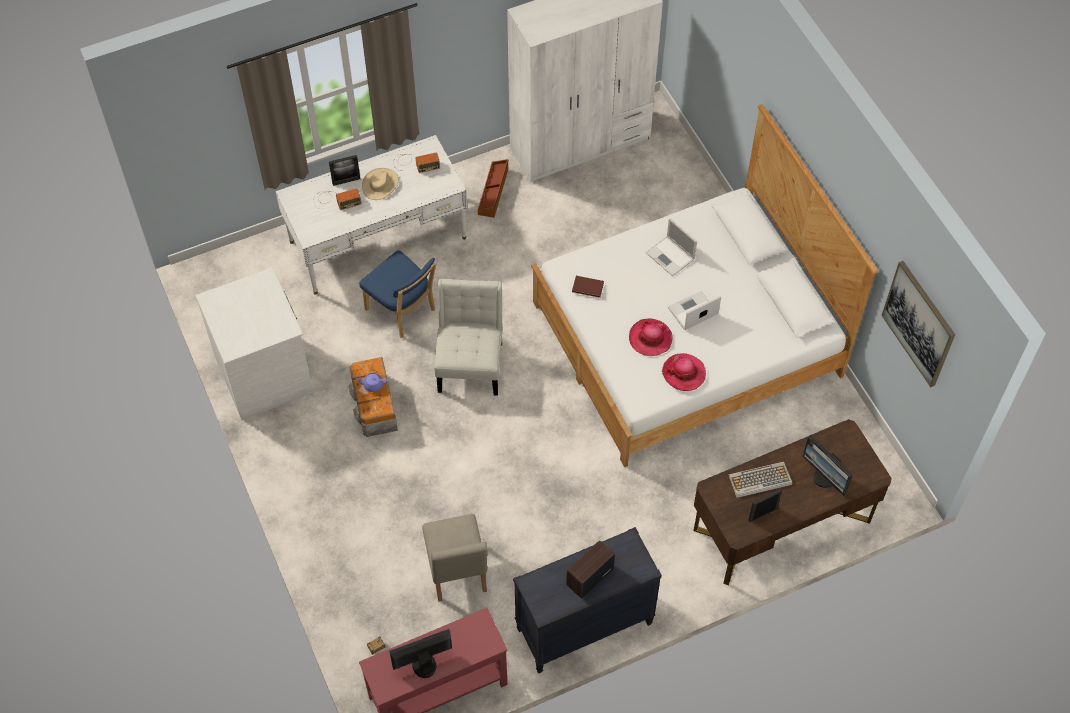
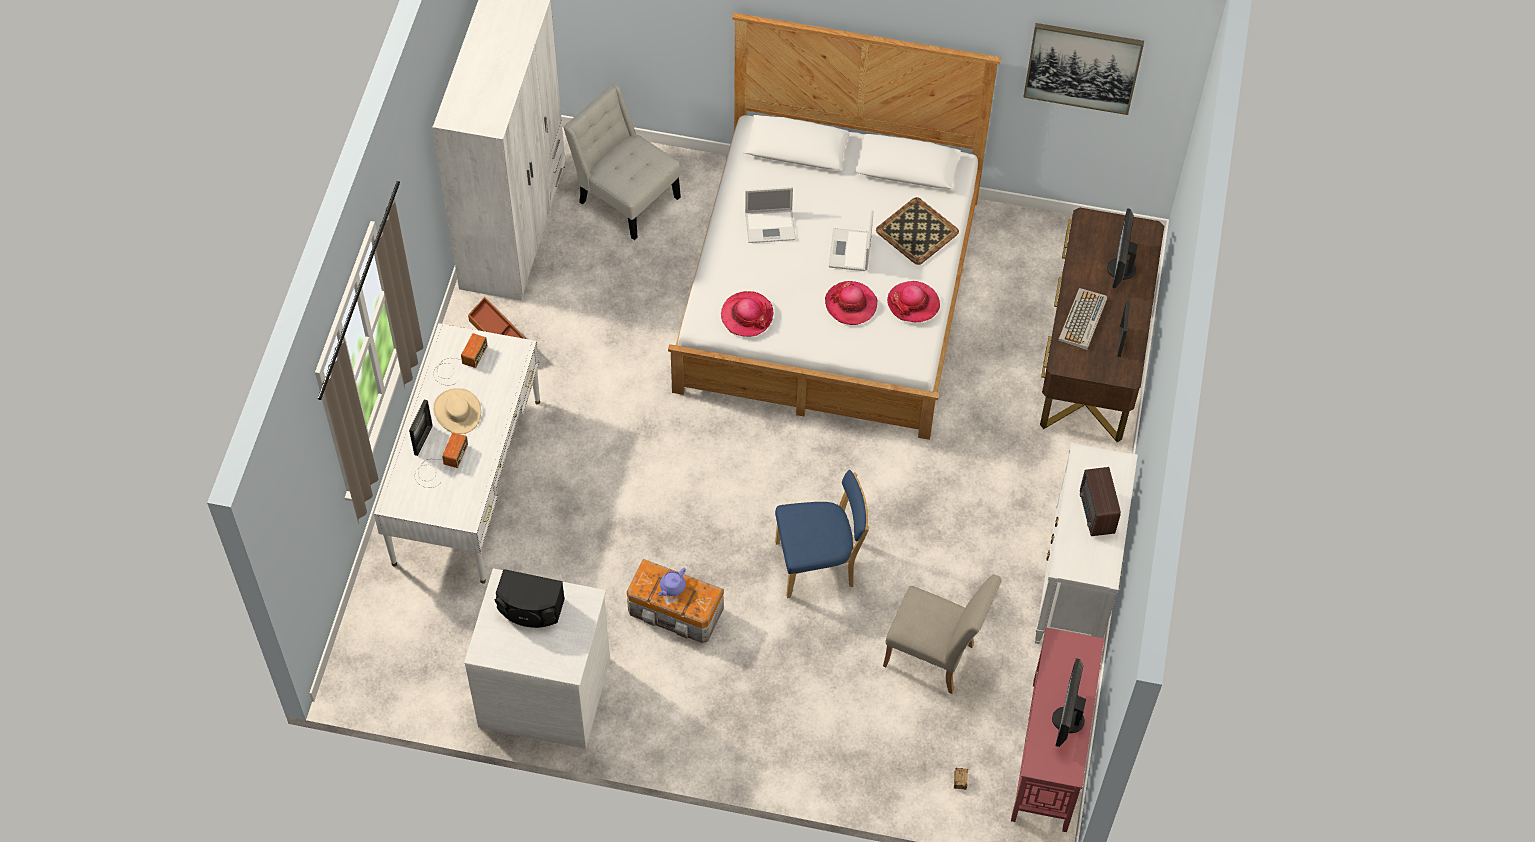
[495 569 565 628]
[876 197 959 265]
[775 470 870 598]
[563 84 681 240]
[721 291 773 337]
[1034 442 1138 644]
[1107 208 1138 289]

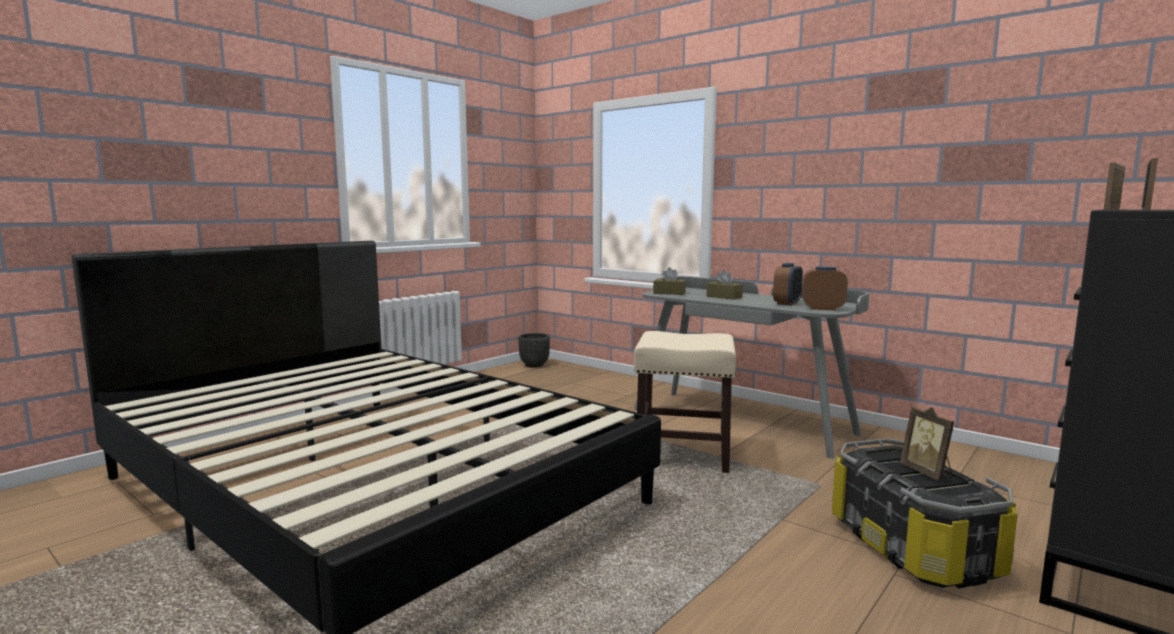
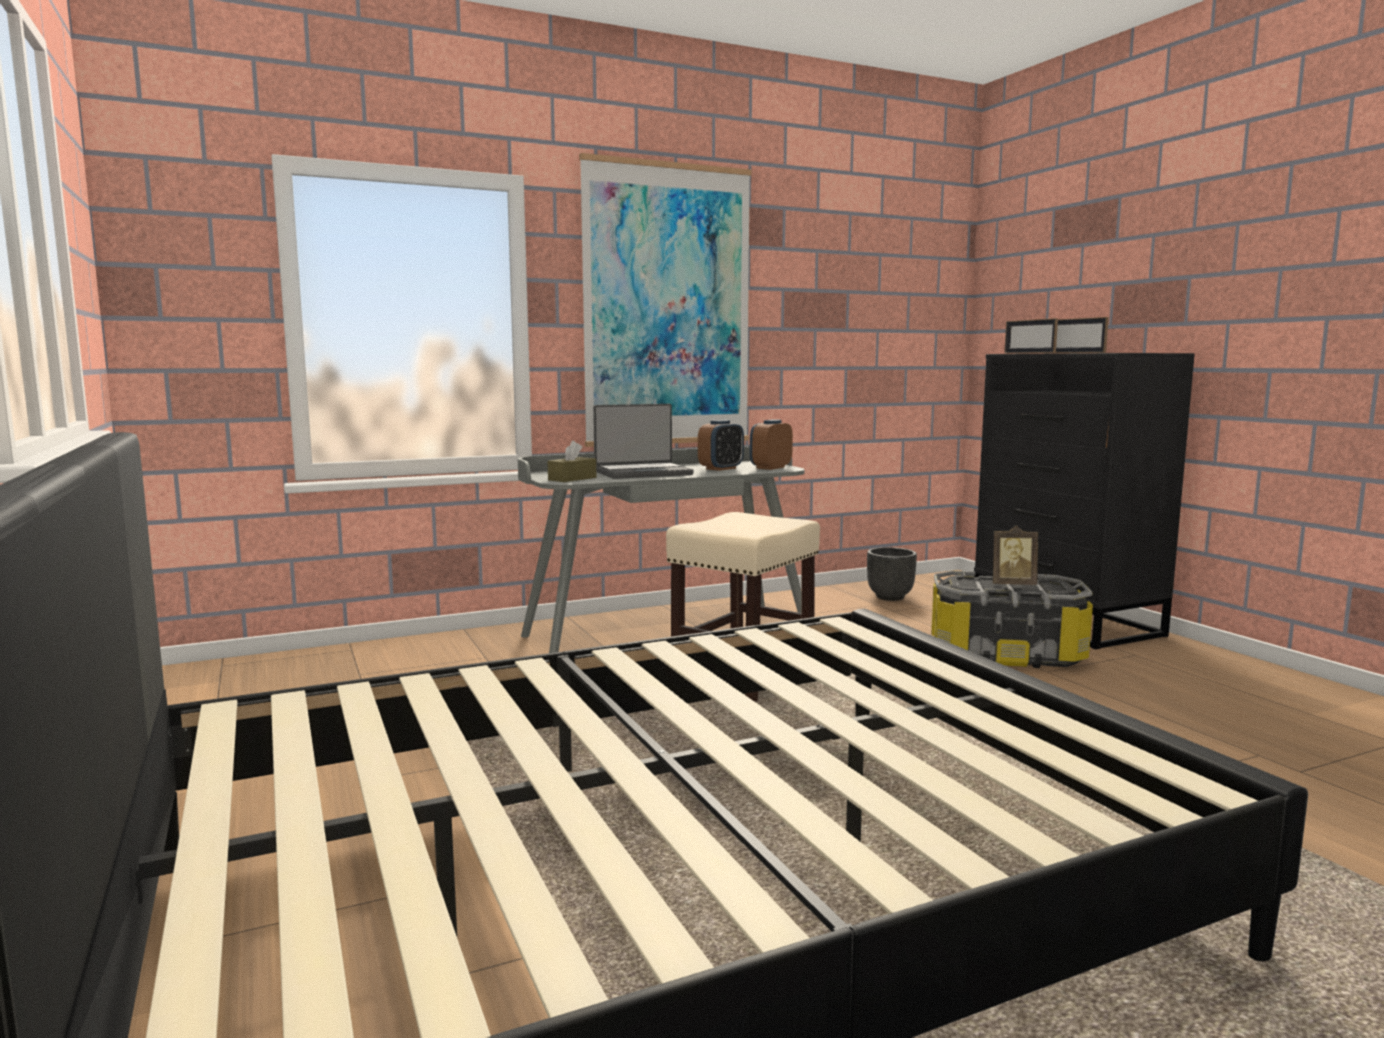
[579 153 751 447]
[867 547 917 601]
[593 404 694 479]
[698 420 744 471]

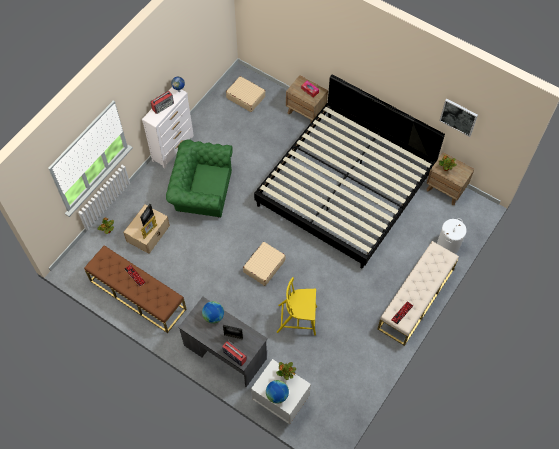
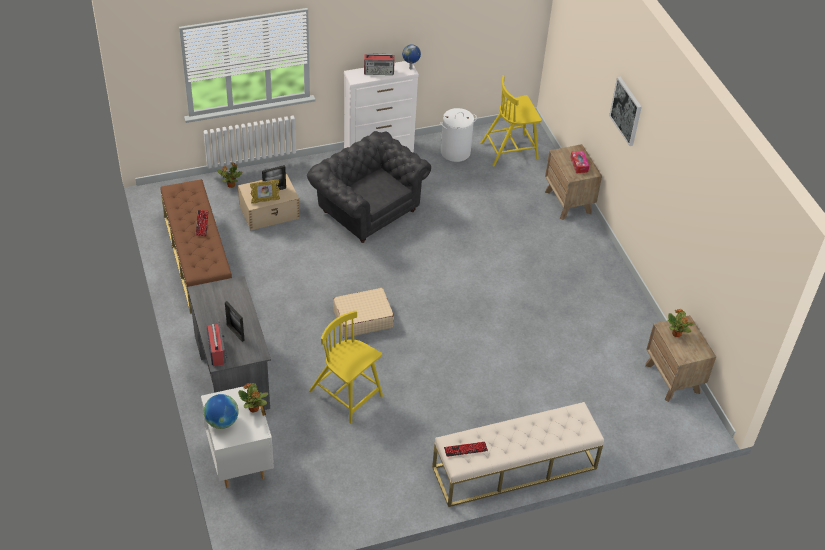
[202 301 224 324] (first image)
[254 74 445 269] (first image)
[440 108 477 162]
[609 77 642 146]
[481 75 542 167]
[307 131 431 243]

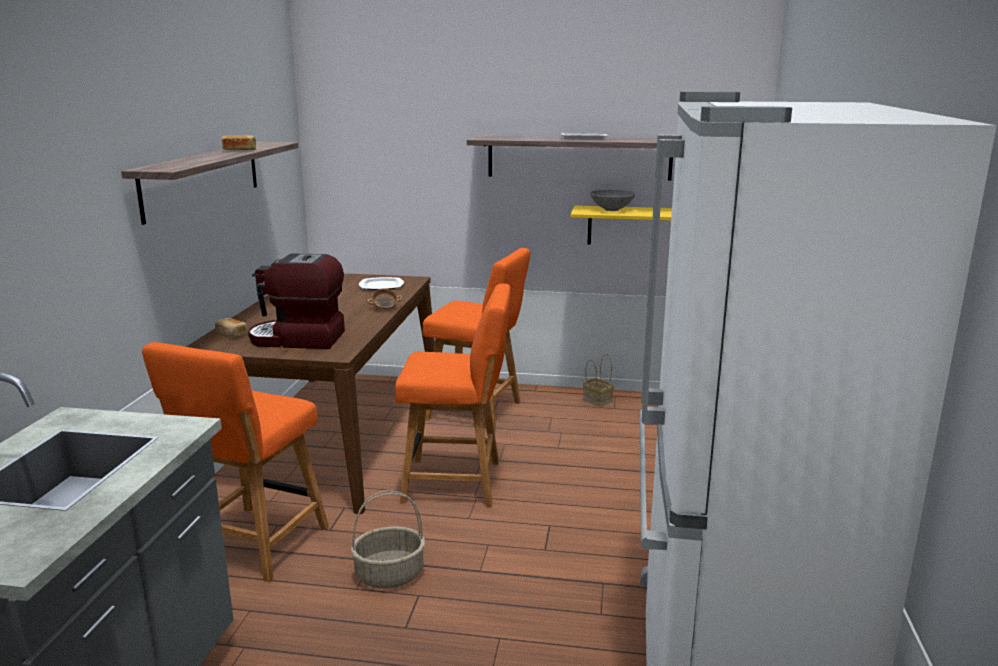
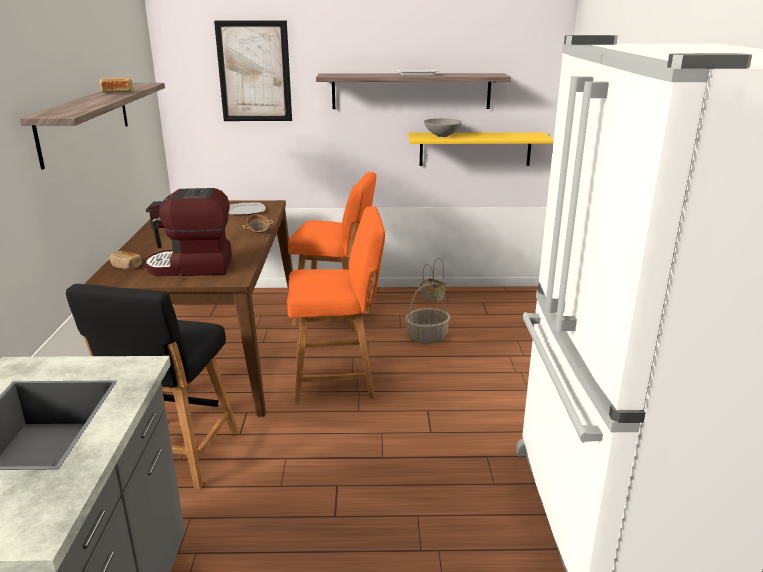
[214 20 292 121]
[405 282 450 344]
[66 284 238 489]

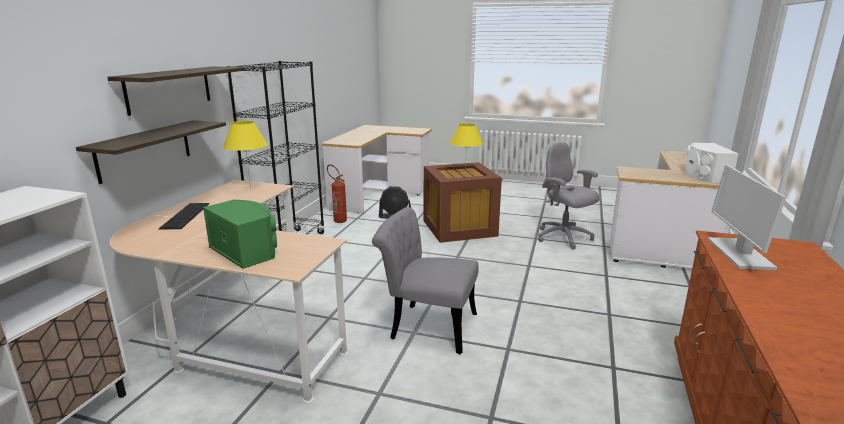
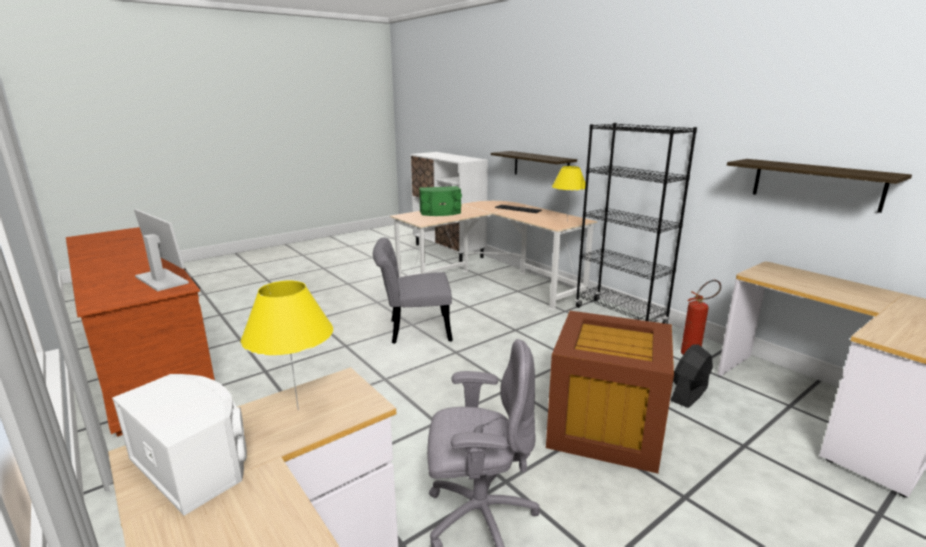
[727 159 912 213]
[241 281 333 411]
[373 237 453 344]

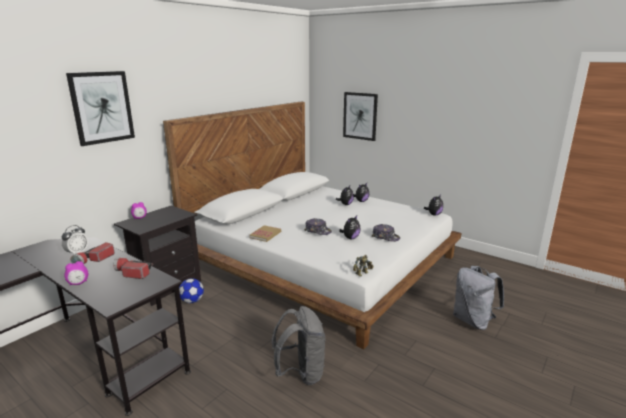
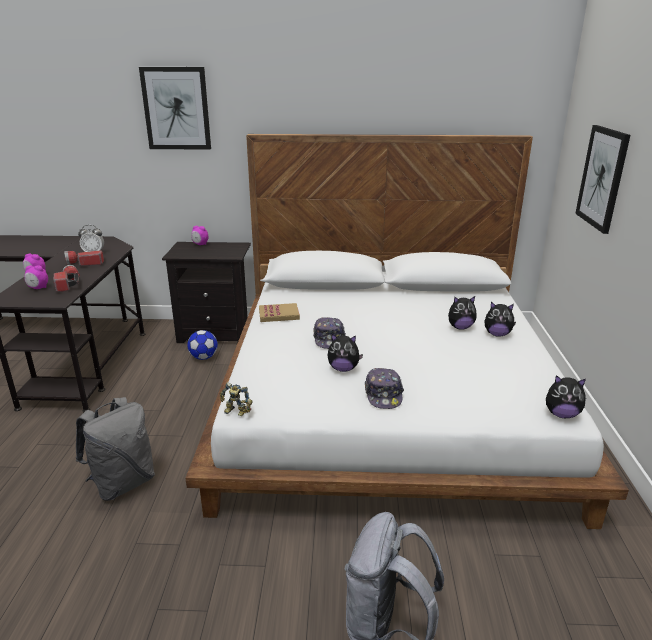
[24 265 48 289]

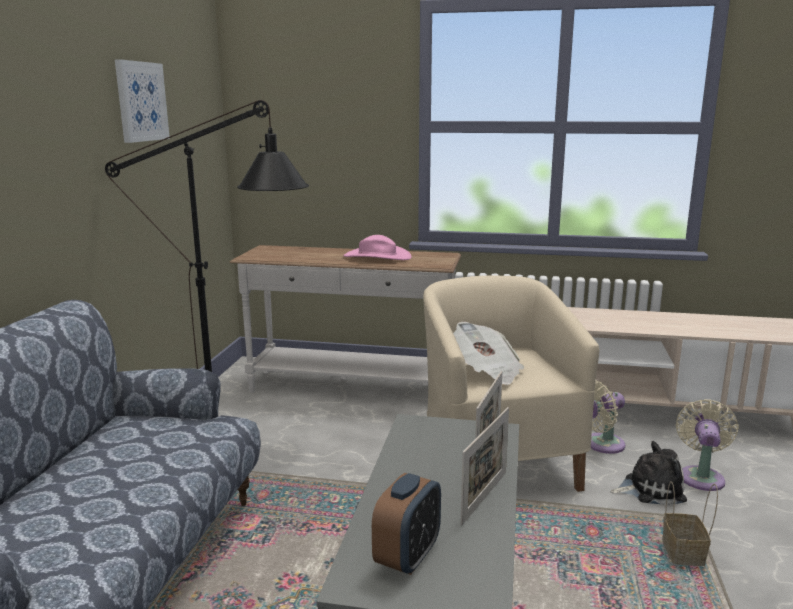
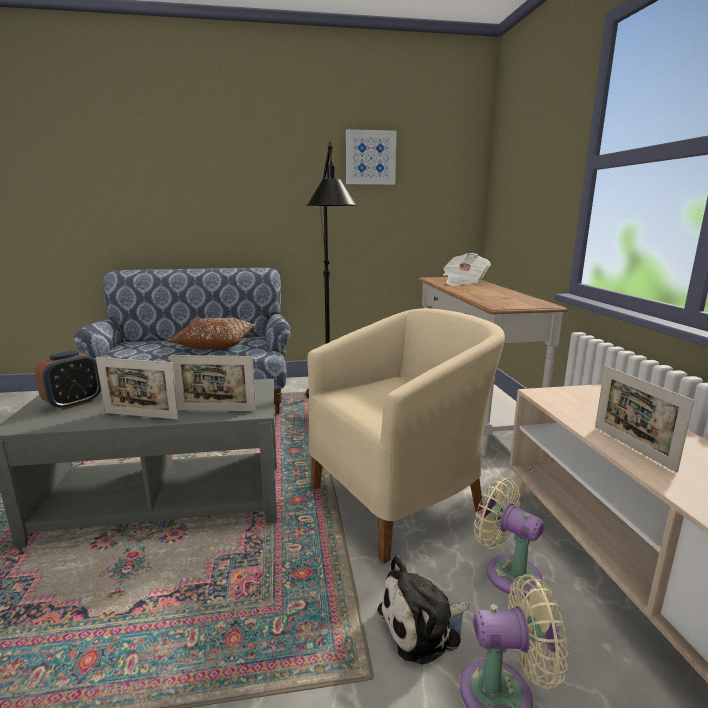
[343 235 412 260] (first image)
[662 481 718 566] (first image)
[167 318 256 349]
[595 366 694 473]
[443 253 491 285]
[35 350 101 410]
[377 555 469 664]

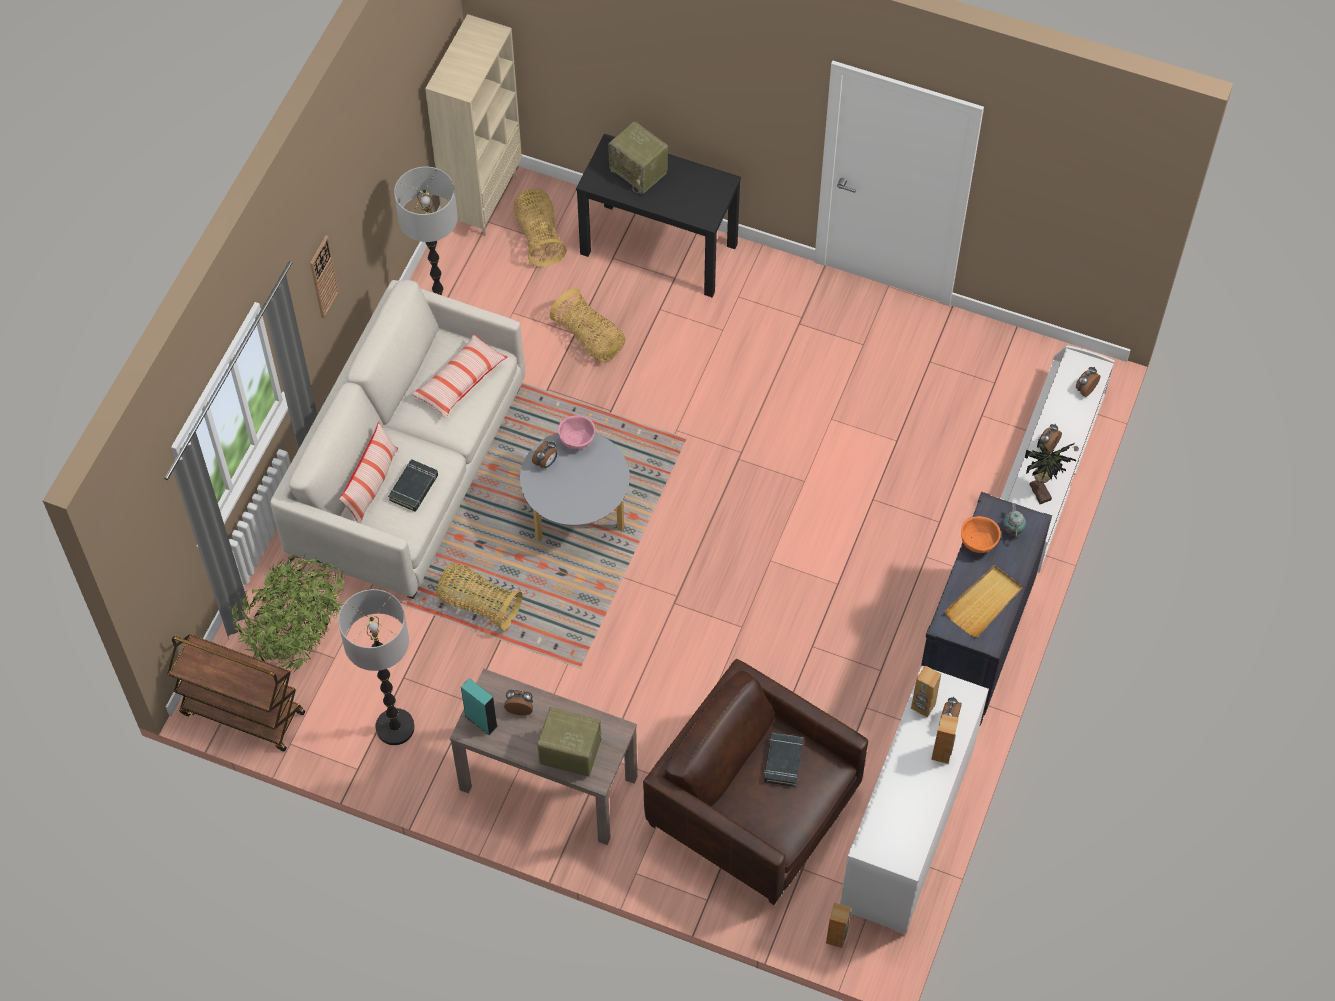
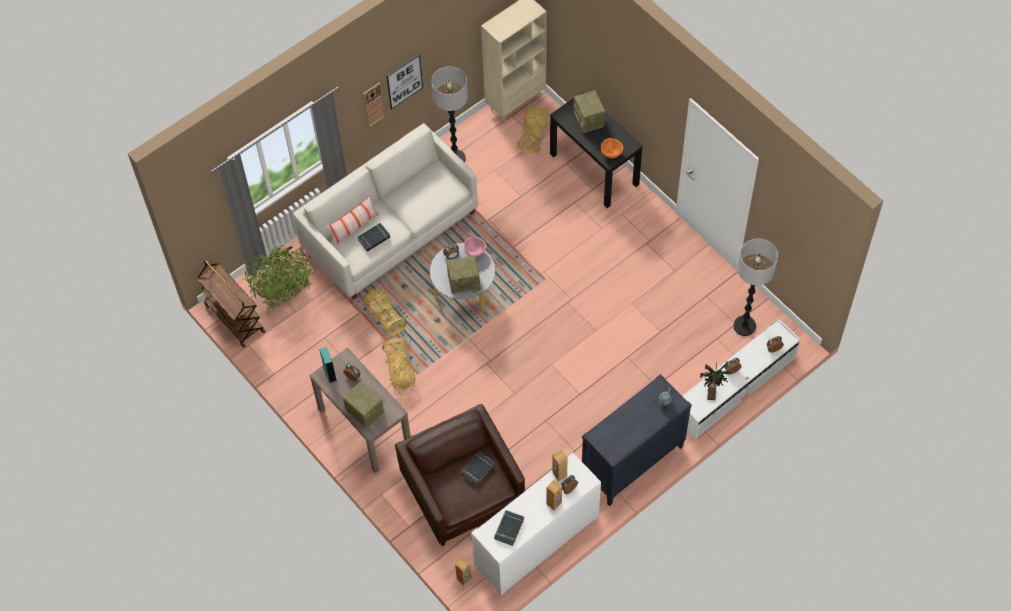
[411 334 508 418] (first image)
[944 565 1023 638] (first image)
[387 54 423 109]
[446 256 482 295]
[494 510 524 546]
[733 239 778 336]
[382 338 416 390]
[601 138 623 158]

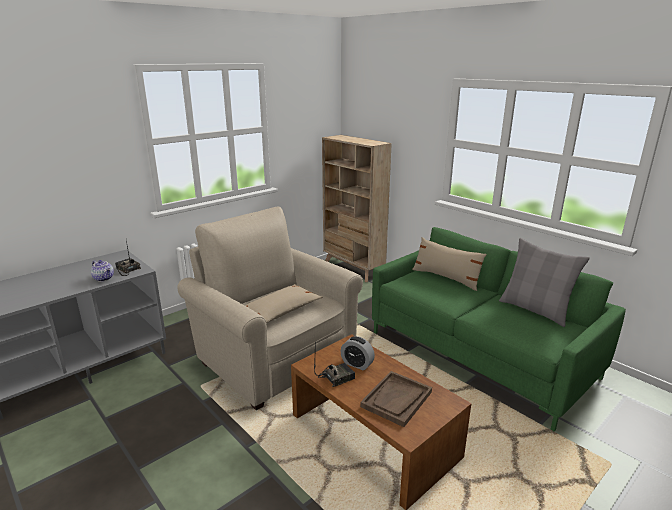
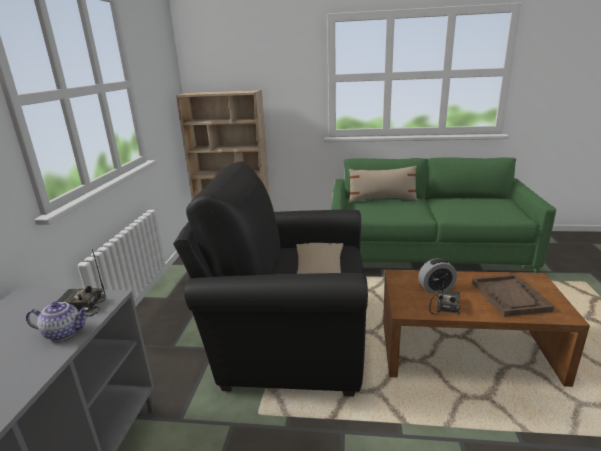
[499 238 590 327] (first image)
[173 161 368 396]

